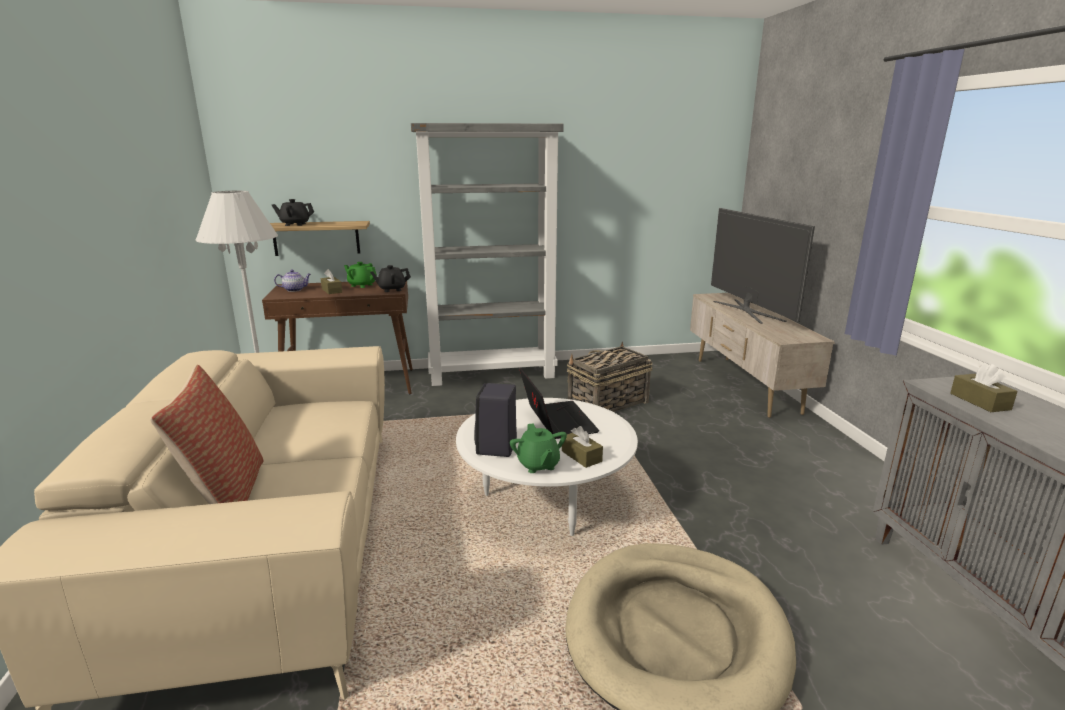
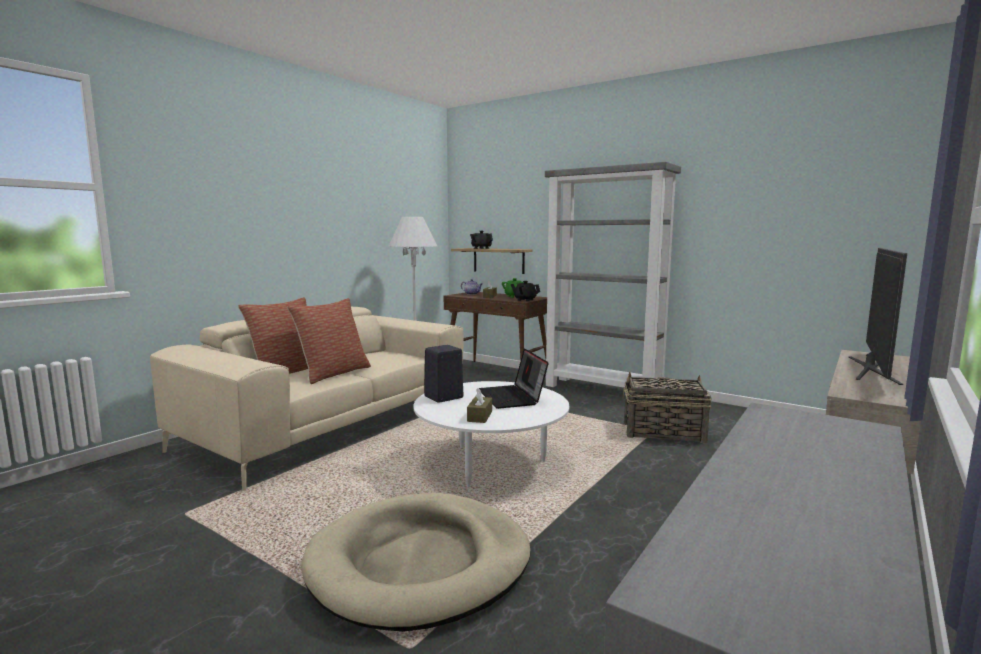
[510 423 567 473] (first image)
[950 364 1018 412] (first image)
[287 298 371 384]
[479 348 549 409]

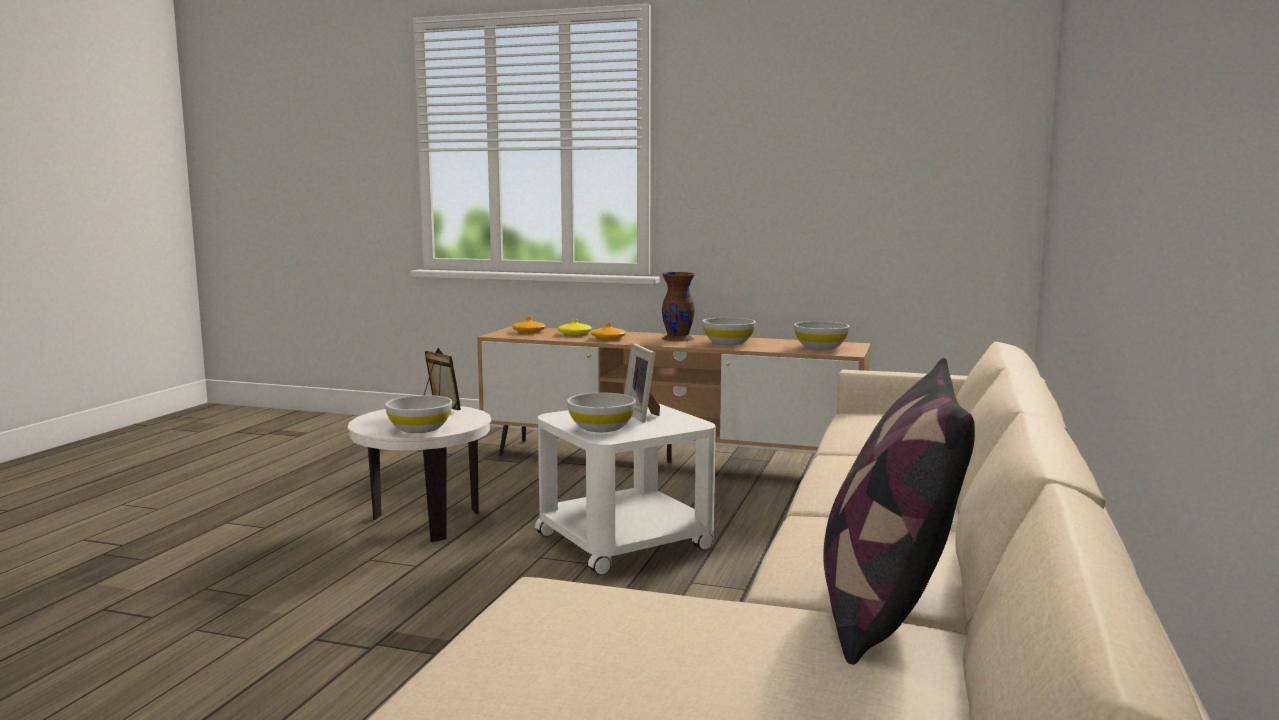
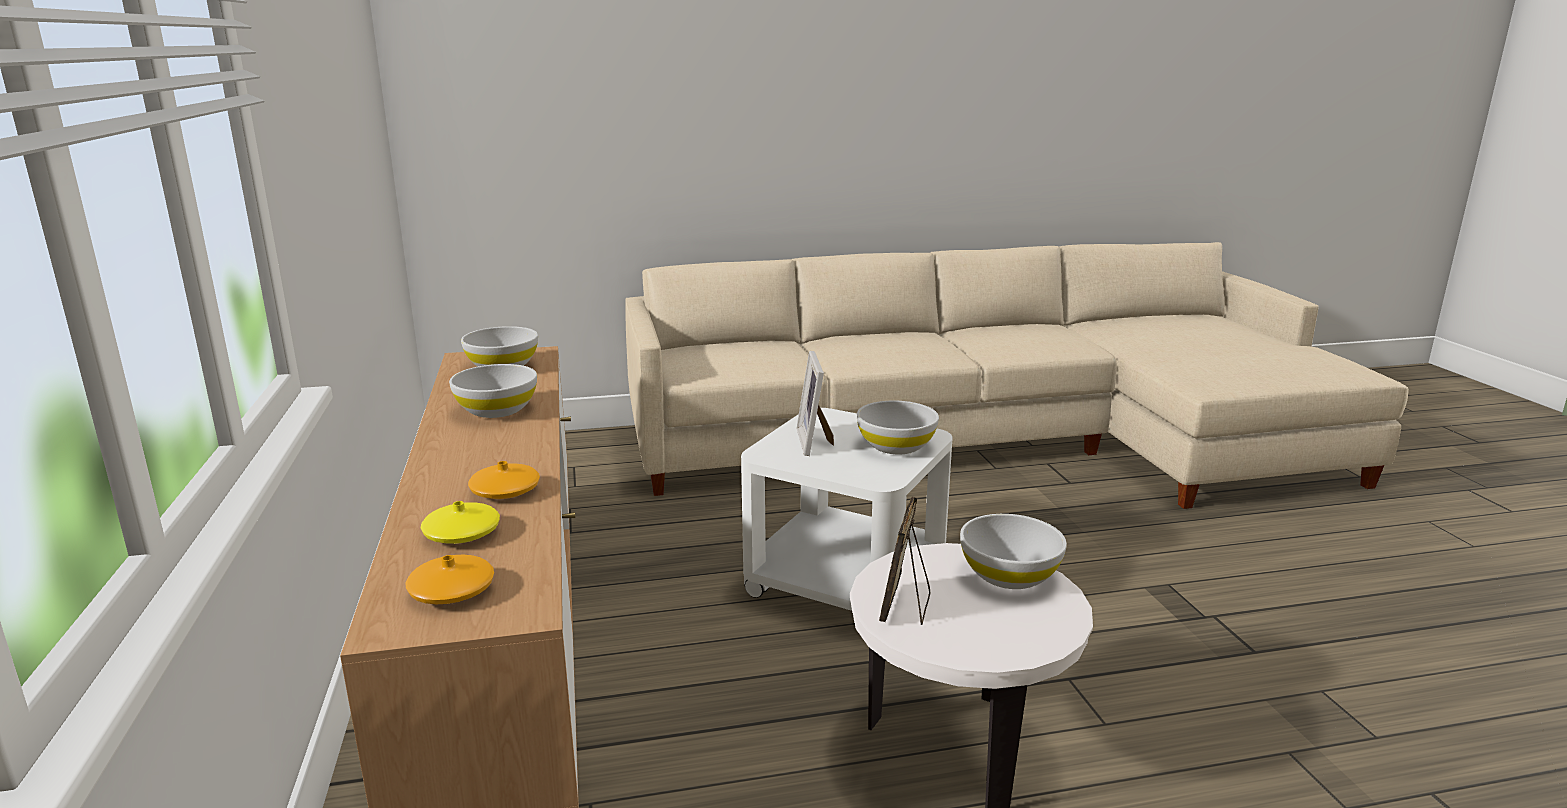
[662 272 695 341] (first image)
[823 358 975 665] (first image)
[796 351 834 456]

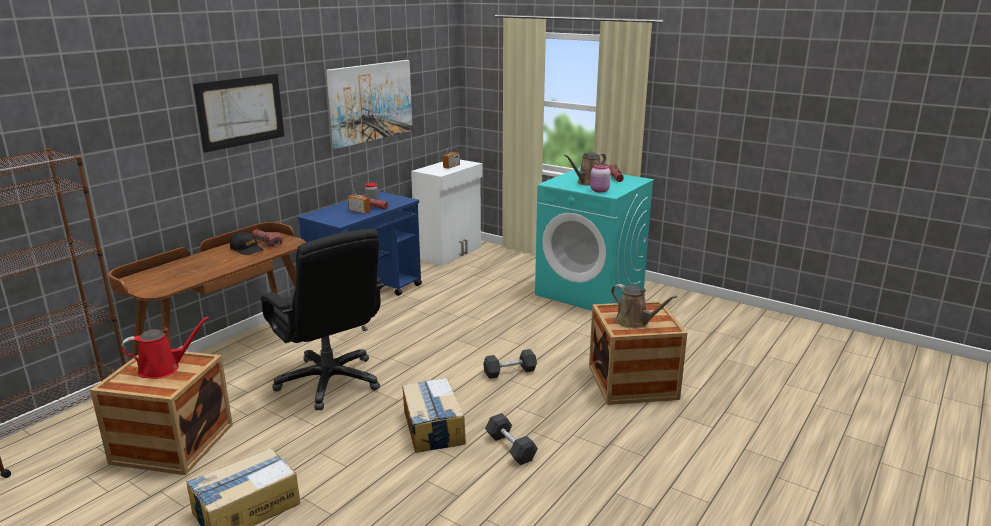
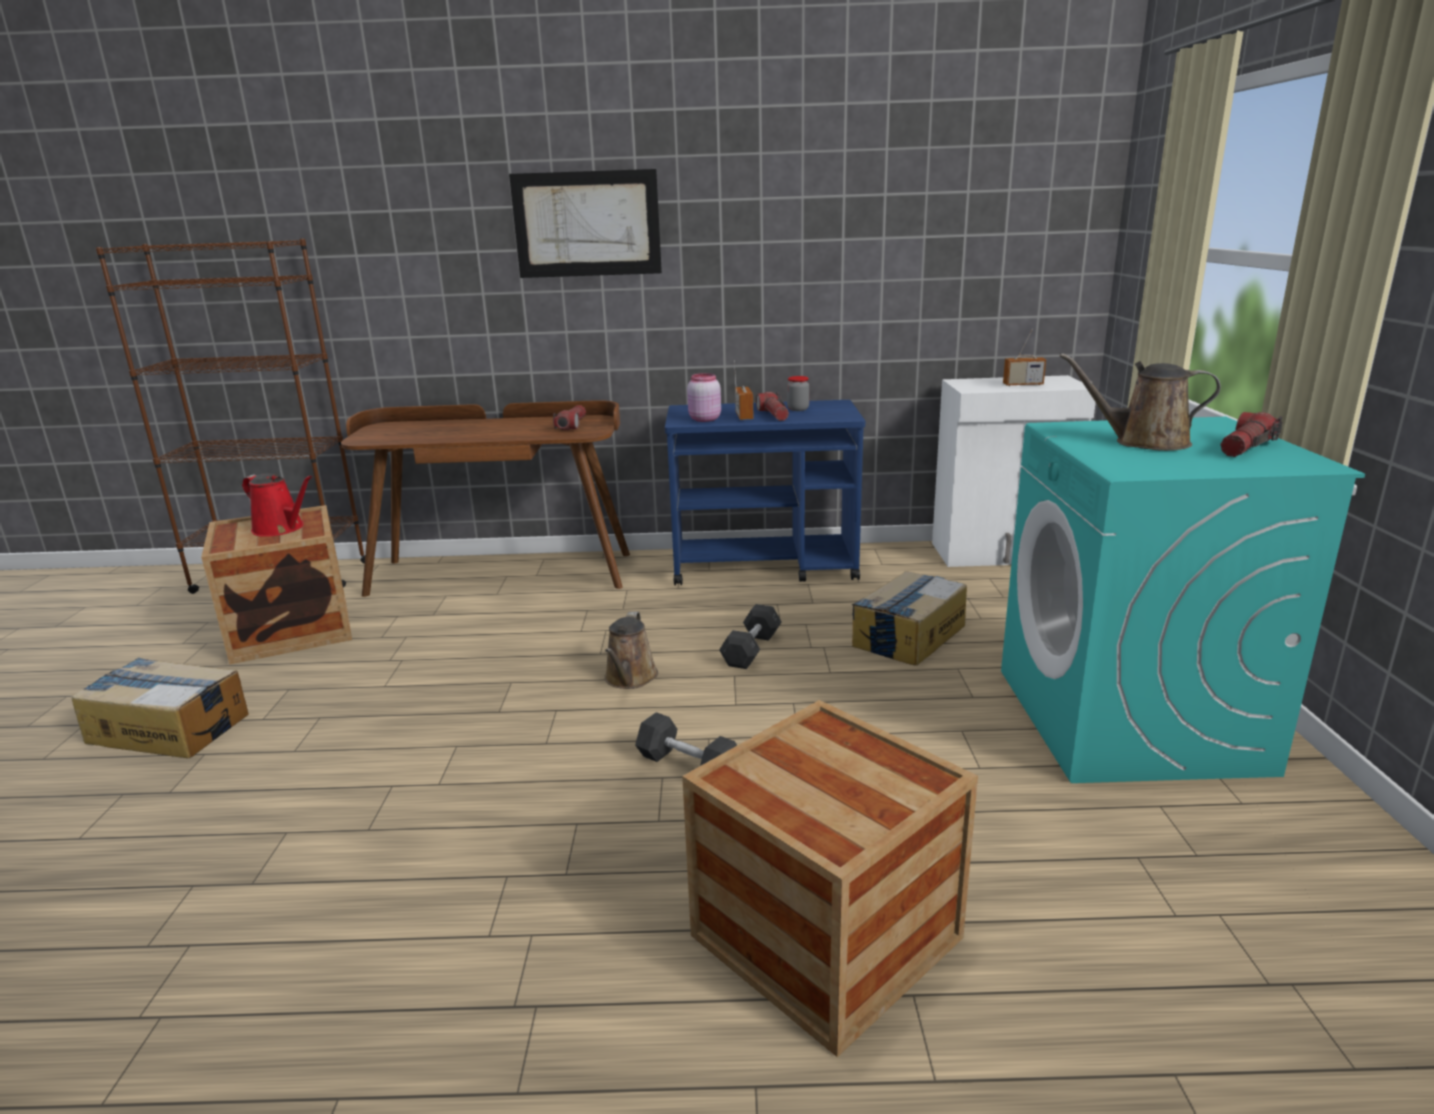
[230 232 264 255] (first image)
[260 229 384 410] (first image)
[326 60 413 149] (first image)
[852 571 967 666]
[719 604 781 669]
[687 373 721 422]
[604 612 658 689]

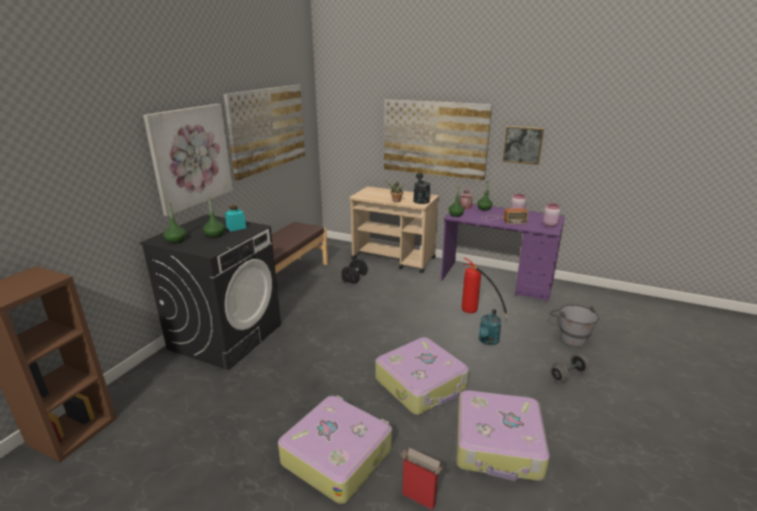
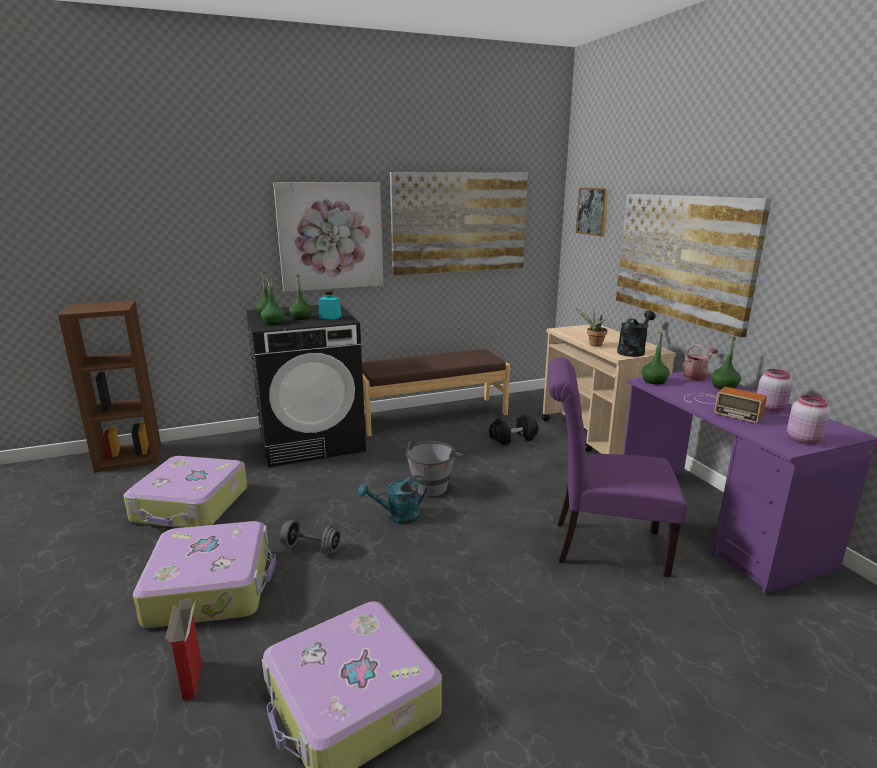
[261 277 285 325]
[124 456 247 528]
[358 475 427 524]
[576 188 609 236]
[406 441 464 497]
[280 519 340 555]
[548 357 687 577]

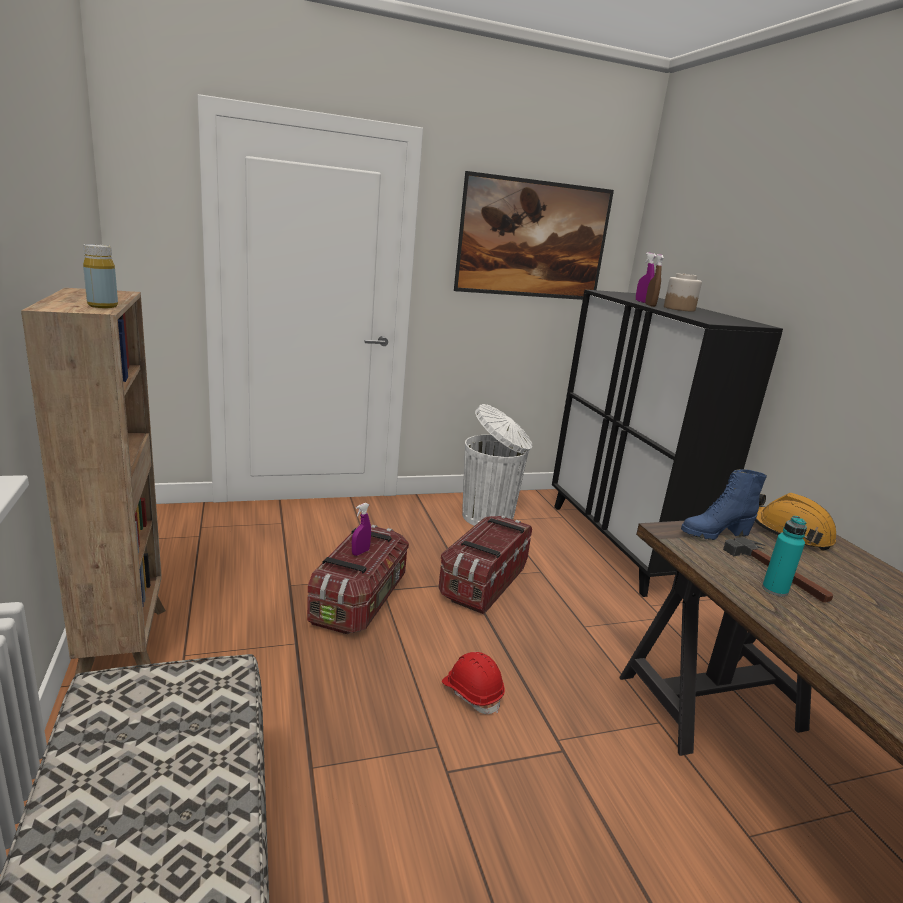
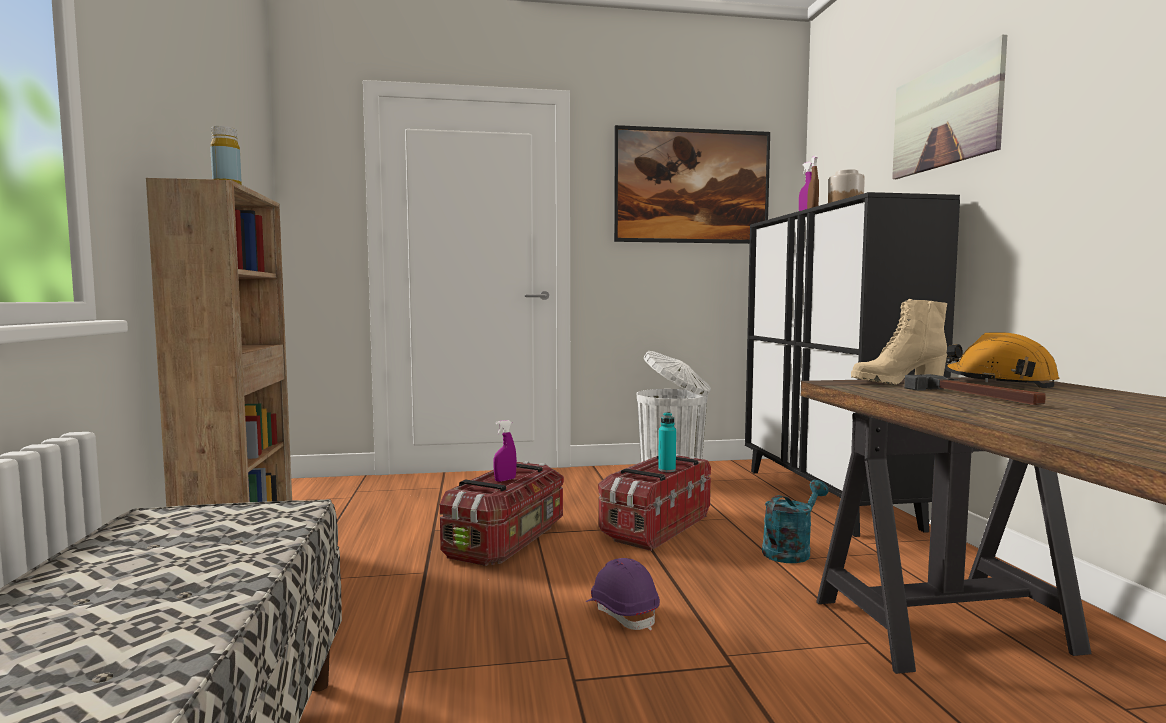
[762 480 828 563]
[892 35 1007 179]
[658 412 676 472]
[586 558 660 631]
[851 299 947 385]

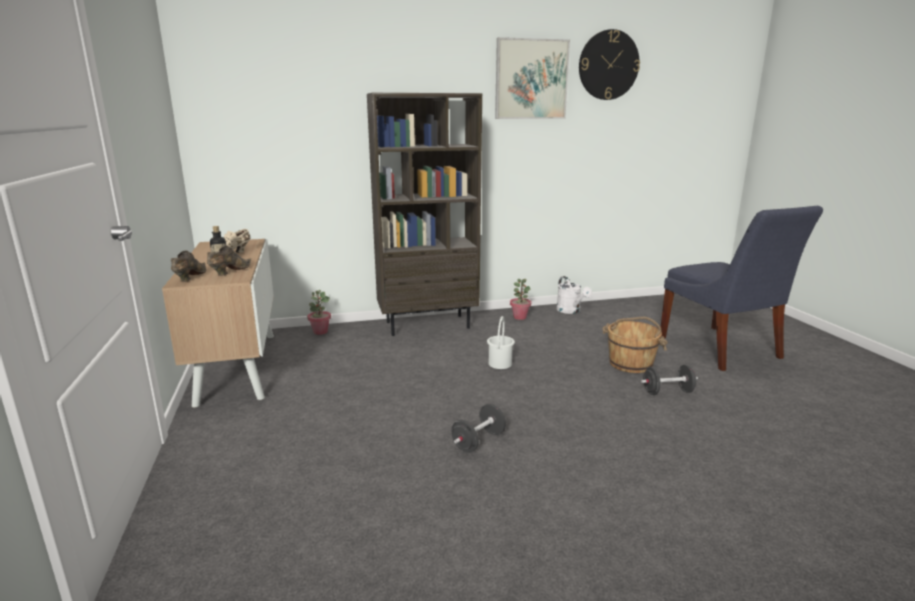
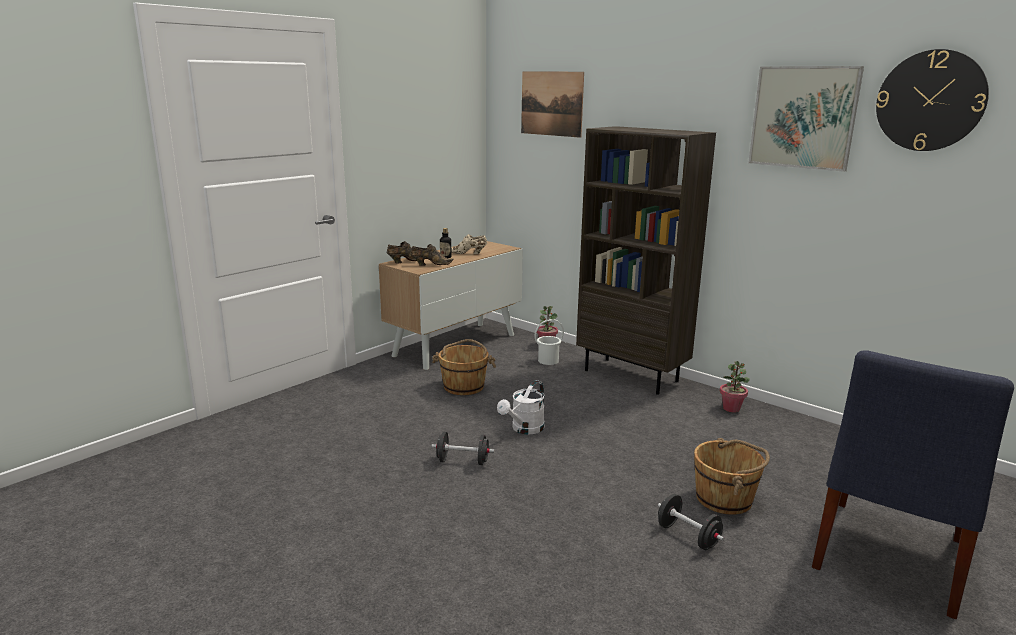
[432 339 496 395]
[521 71 584 138]
[535 319 564 365]
[497 380 545 435]

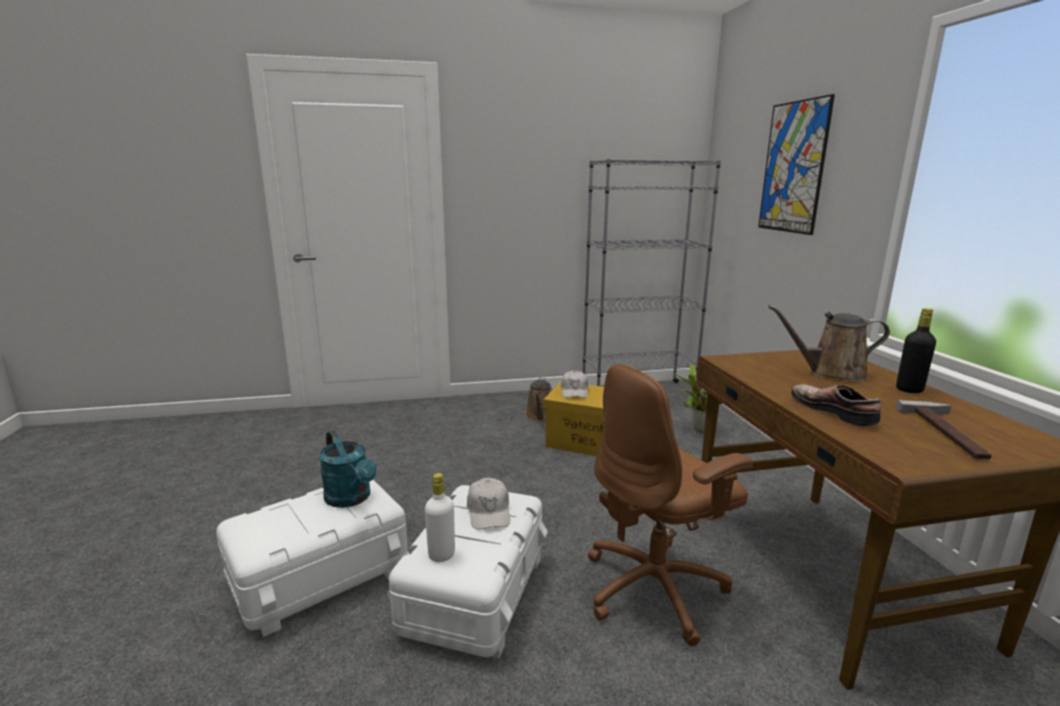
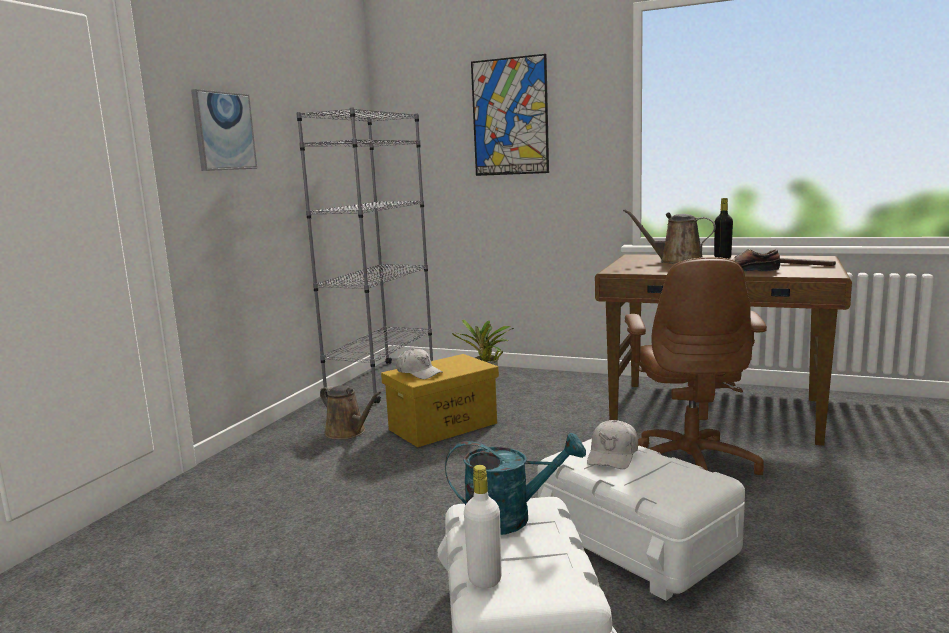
[191 89 257 171]
[464 465 502 588]
[587 420 638 469]
[623 209 716 264]

